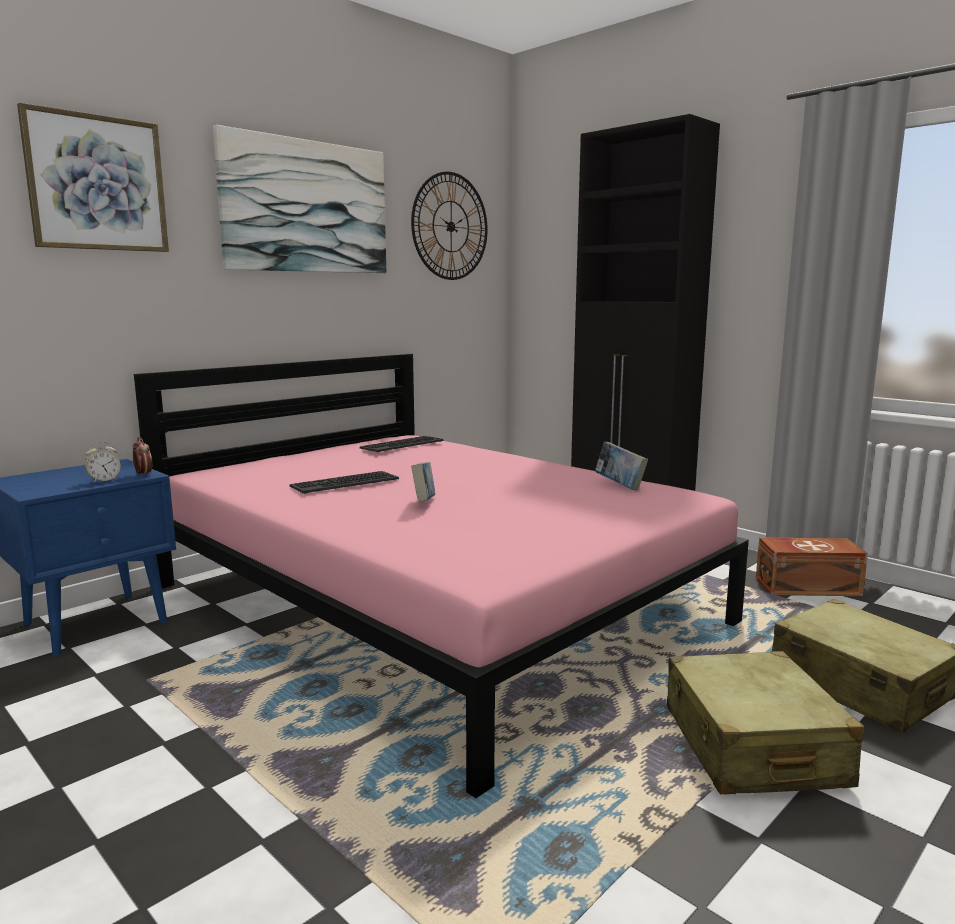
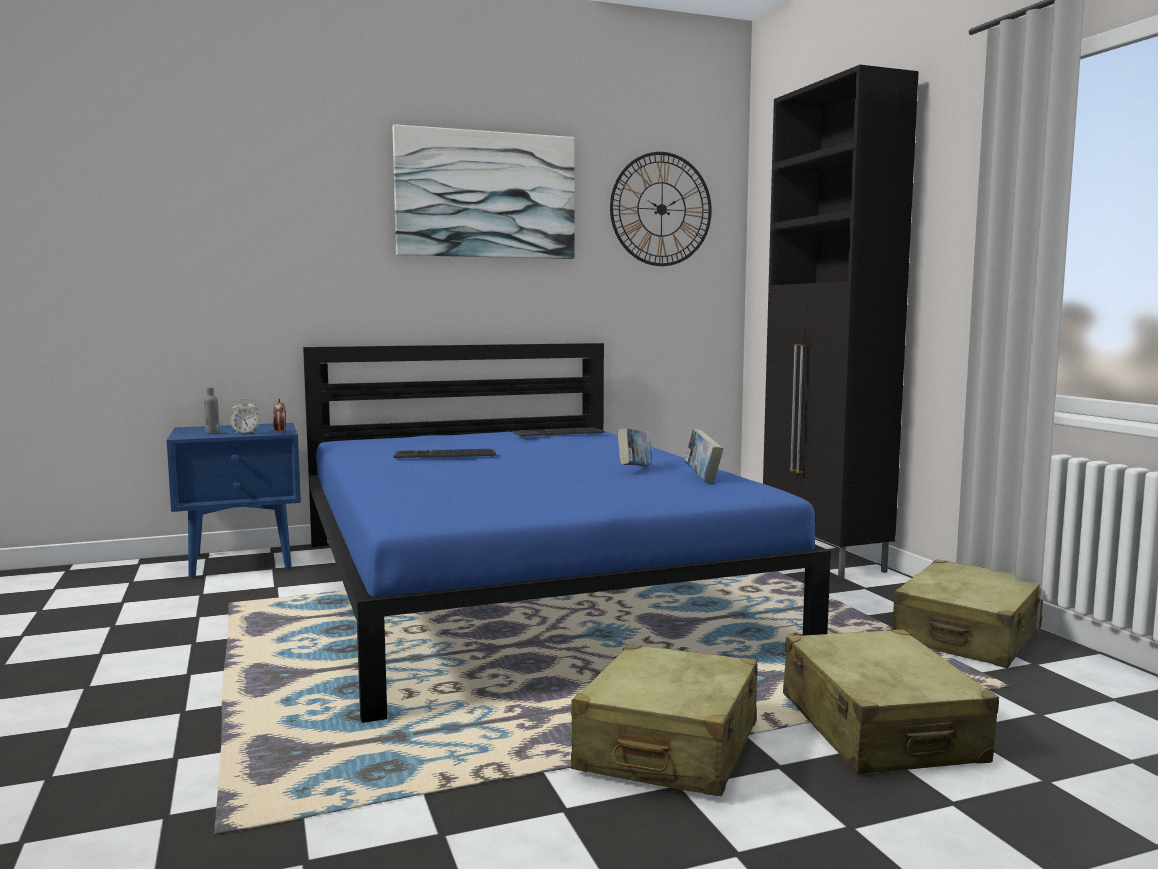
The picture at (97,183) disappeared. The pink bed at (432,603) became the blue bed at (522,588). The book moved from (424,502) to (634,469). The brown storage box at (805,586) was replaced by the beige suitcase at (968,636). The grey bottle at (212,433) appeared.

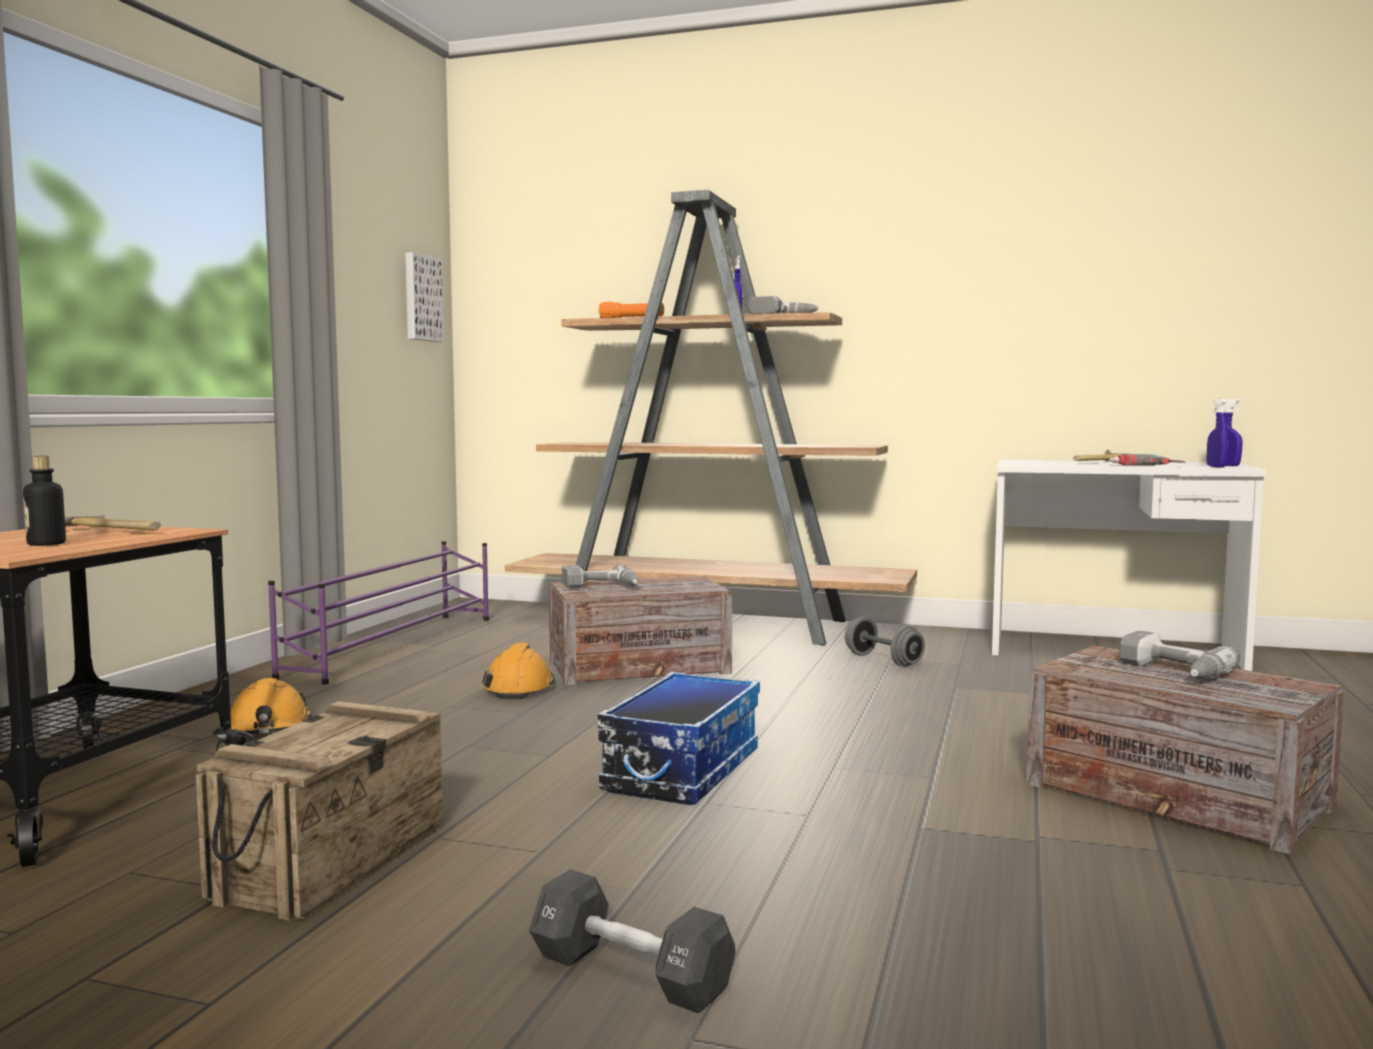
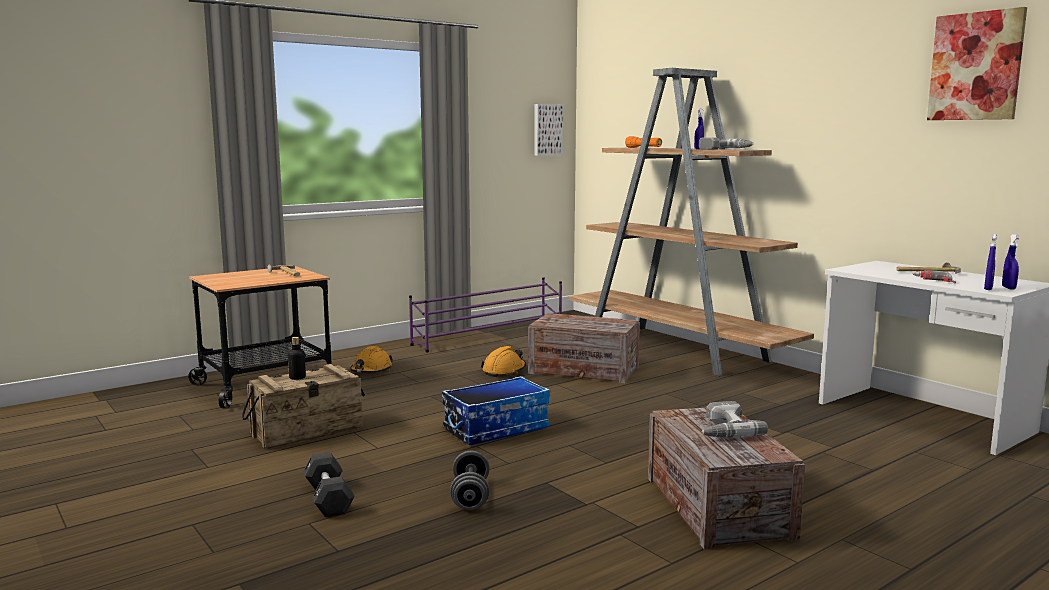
The bottle moved from (46,544) to (297,377). The power drill at (601,587) disappeared. The grey dumbbell moved from (883,660) to (470,496). The picture at (975,66) appeared.

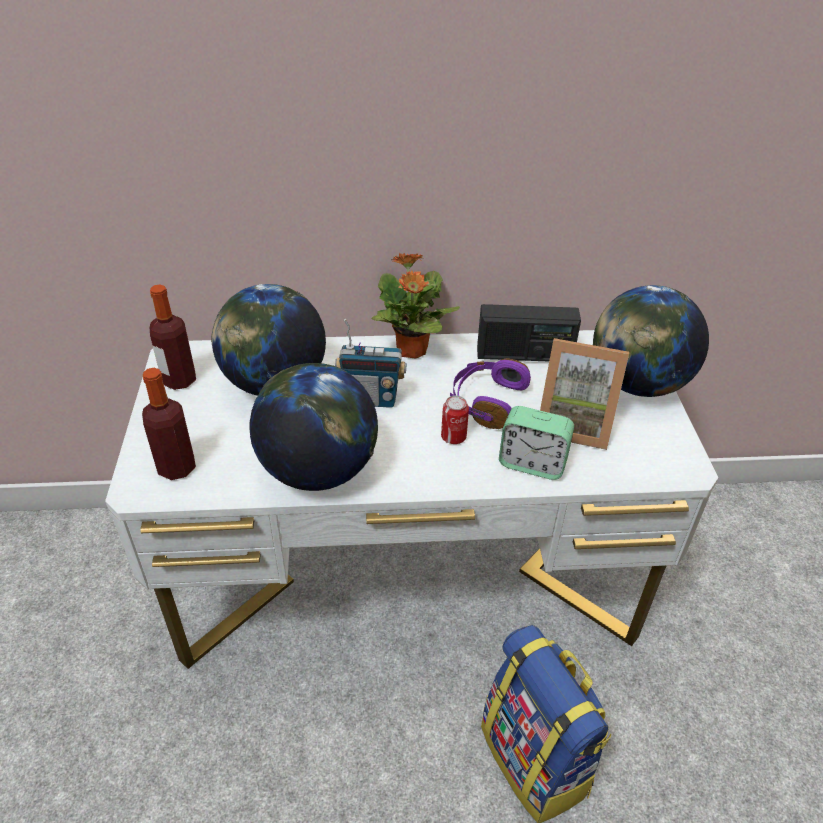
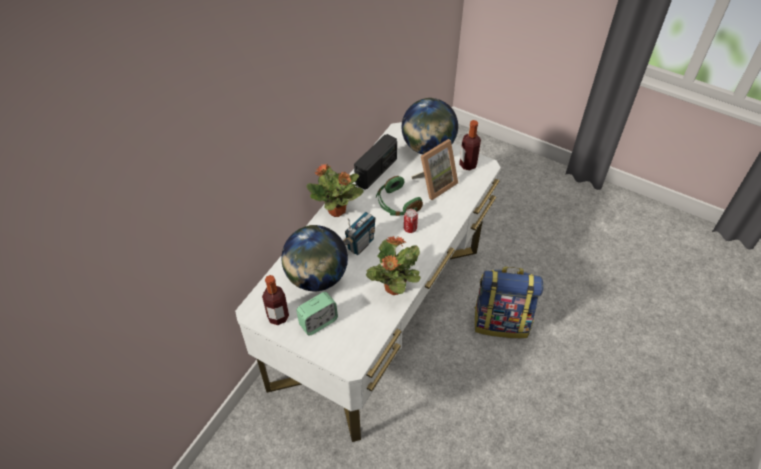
The purple headphones at (486,401) became the green headphones at (397,204). The globe at (318,471) was replaced by the potted plant at (393,288). The bottle moved from (176,467) to (468,164). The alarm clock moved from (532,464) to (318,322).

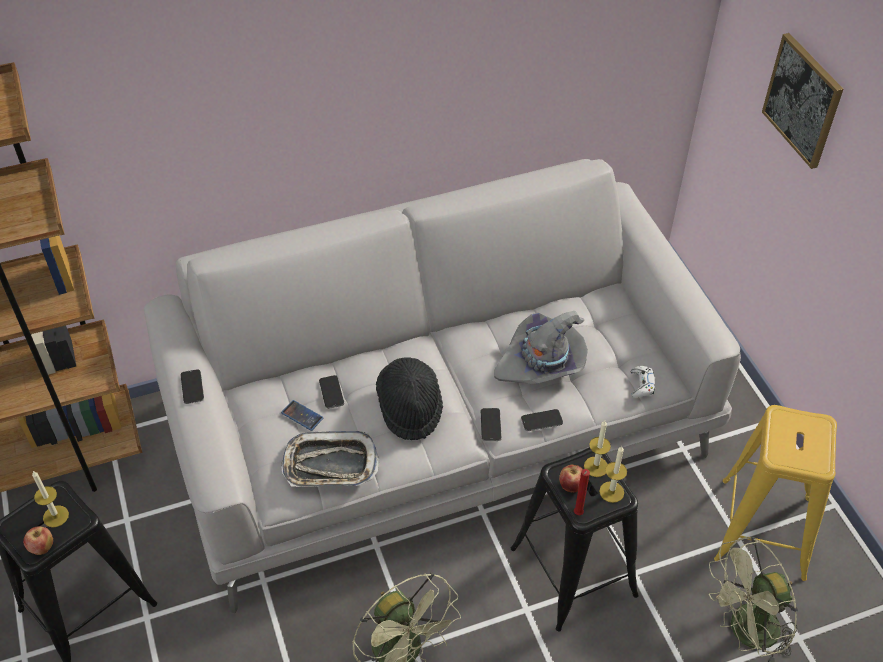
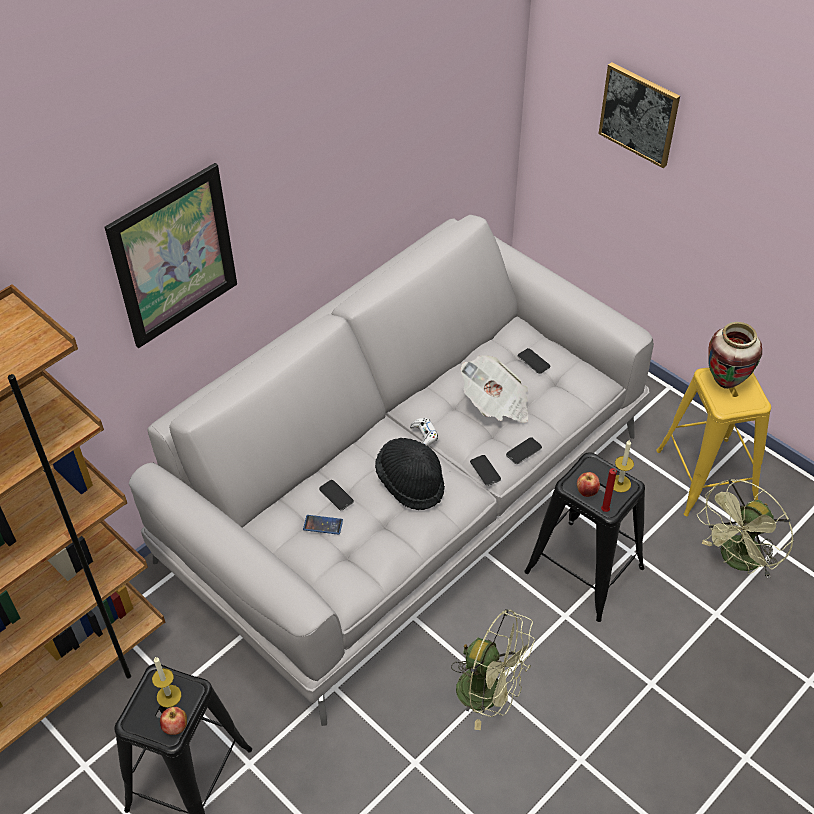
The grey hat at (542,362) was replaced by the newspaper at (496,404). The white game controller moved from (642,385) to (424,435). The phone moved from (192,387) to (533,361). The candle at (596,466) disappeared. The tray at (330,465) disappeared. The picture at (174,256) appeared. The vase at (725,382) appeared.

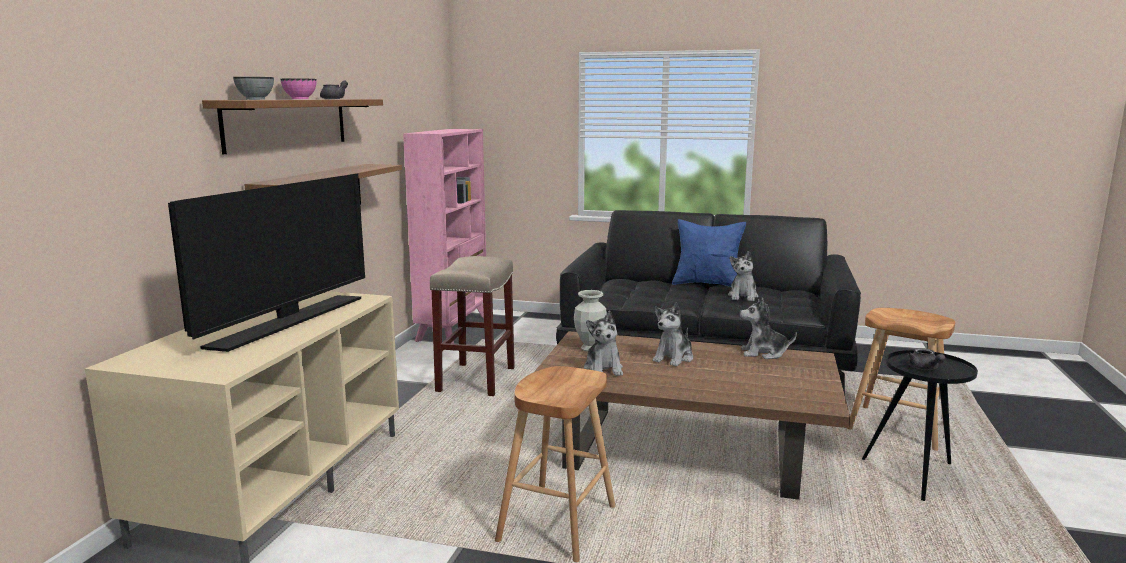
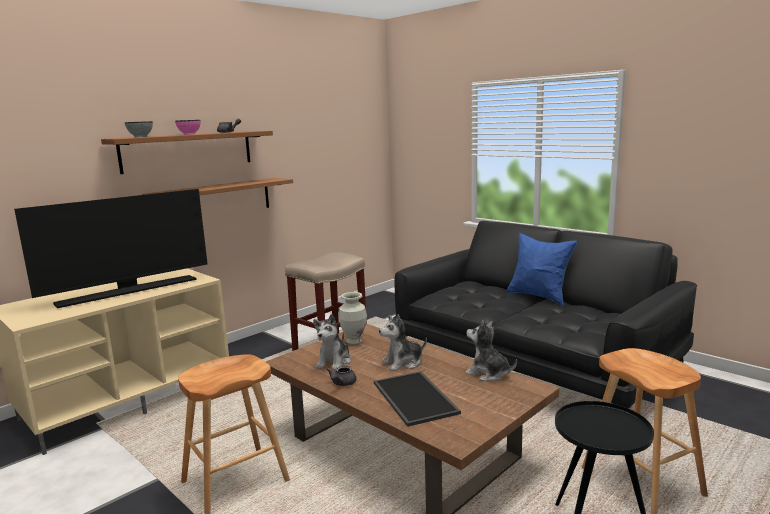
The pink bookcase at (453,328) disappeared. The plush toy at (743,296) disappeared. The grey teapot moved from (924,368) to (342,384). The tray at (416,398) appeared.

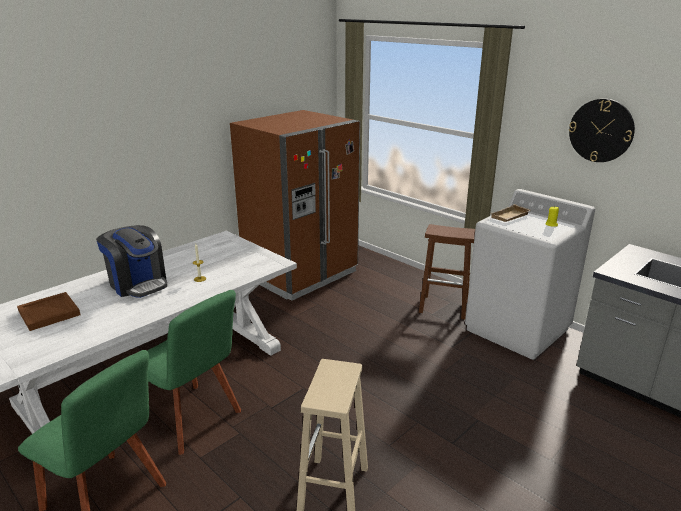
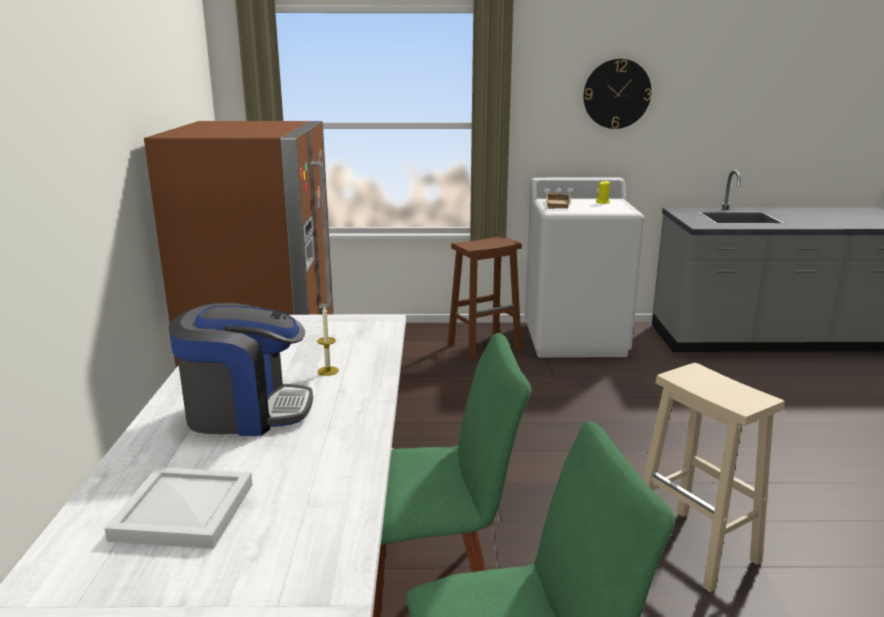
The brown tray at (48,313) became the white tray at (181,512).

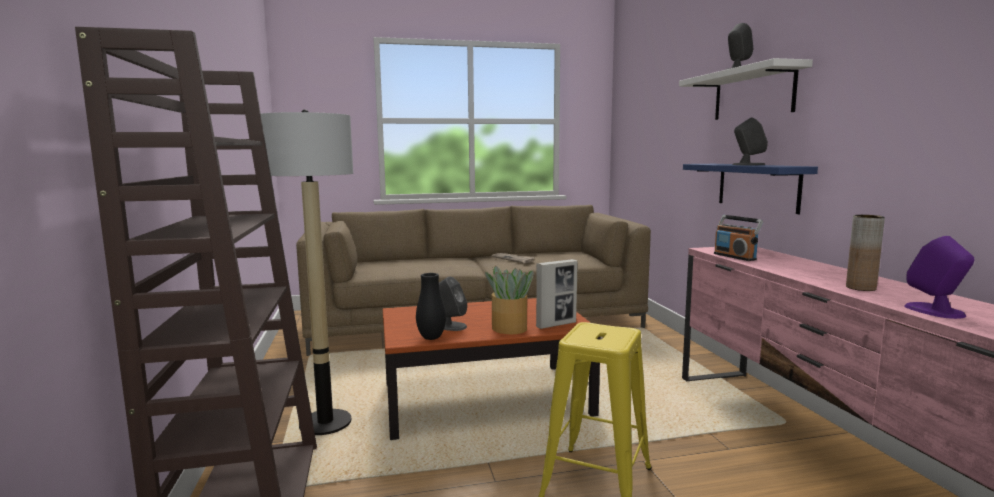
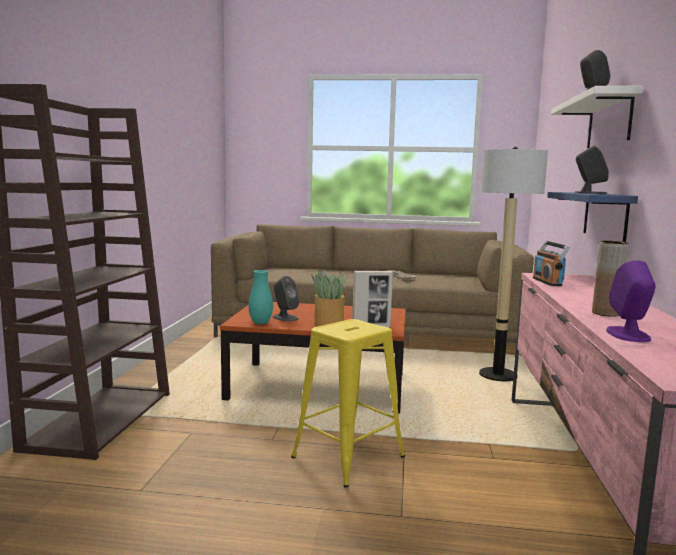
The floor lamp moved from (325,423) to (498,375). The black vase at (431,338) became the turquoise vase at (260,323).

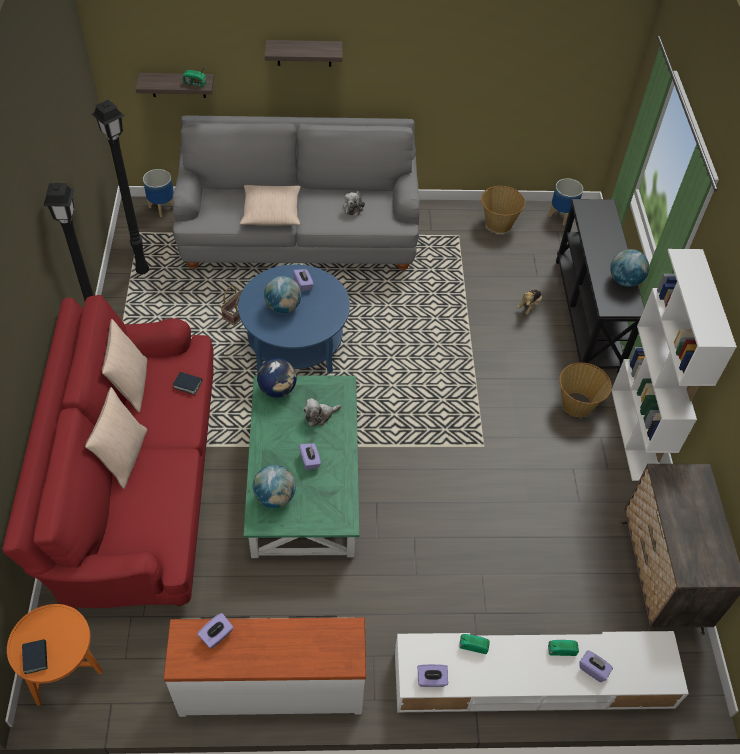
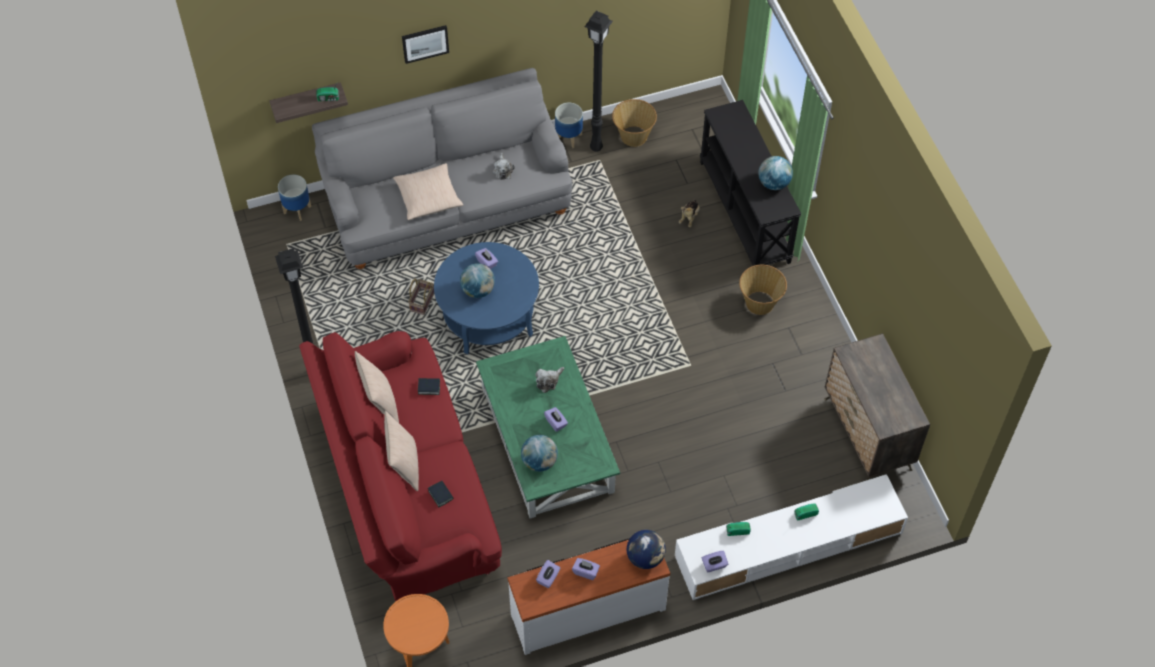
The shelf at (304,53) was replaced by the picture at (425,43). The black floor lamp moved from (143,270) to (596,147). The planter moved from (562,216) to (569,137). The white bookcase at (637,434) disappeared. The globe moved from (278,389) to (645,557). The book moved from (36,657) to (440,495). The purple tissue box moved from (593,669) to (586,572).

